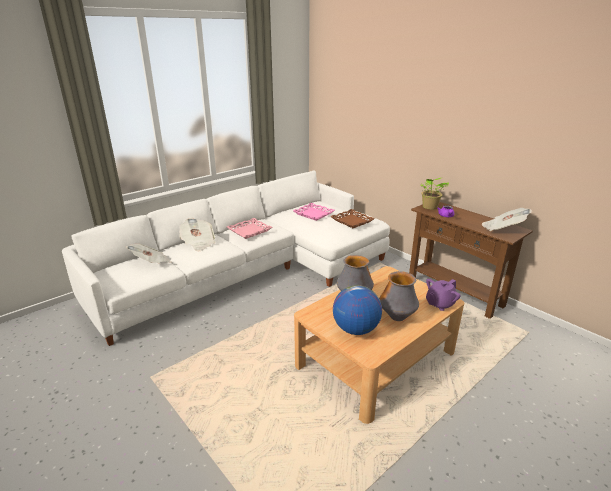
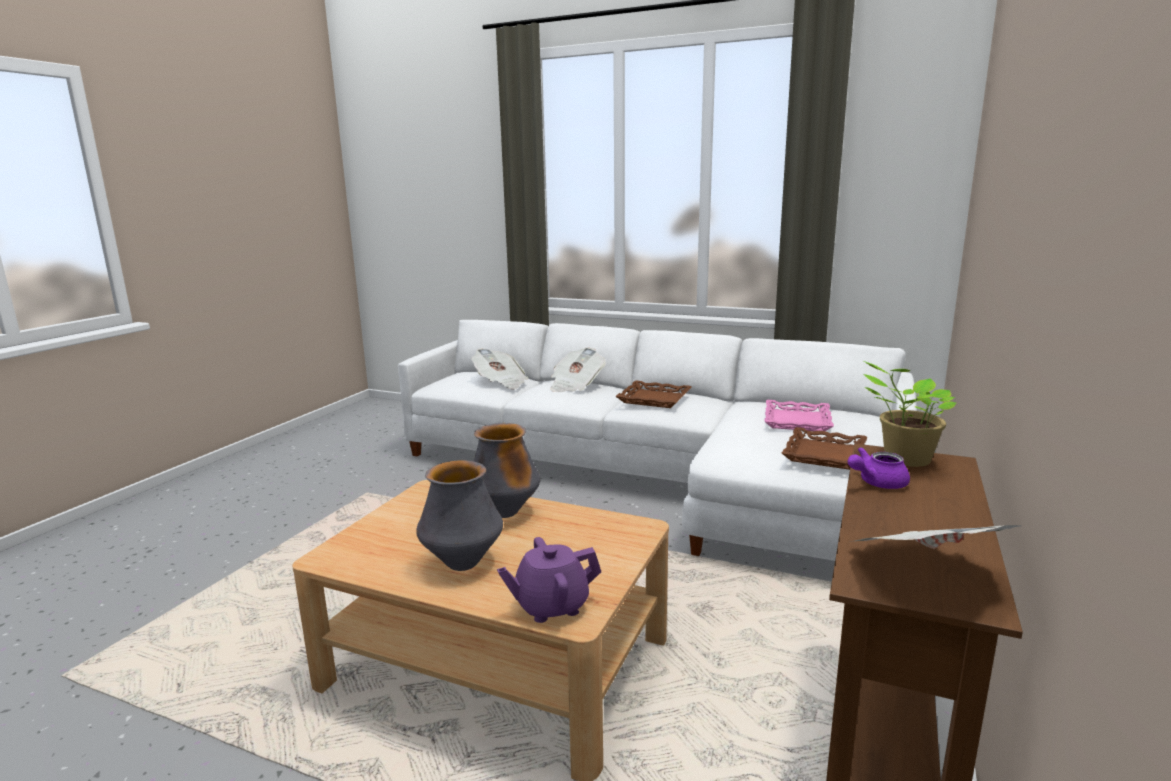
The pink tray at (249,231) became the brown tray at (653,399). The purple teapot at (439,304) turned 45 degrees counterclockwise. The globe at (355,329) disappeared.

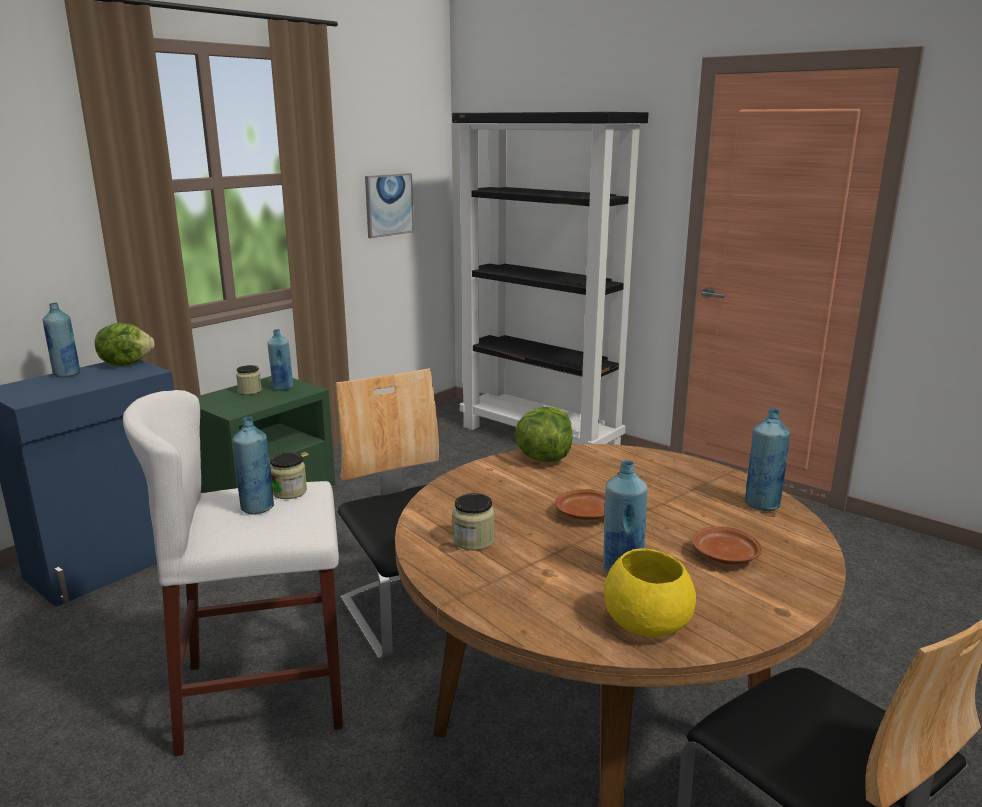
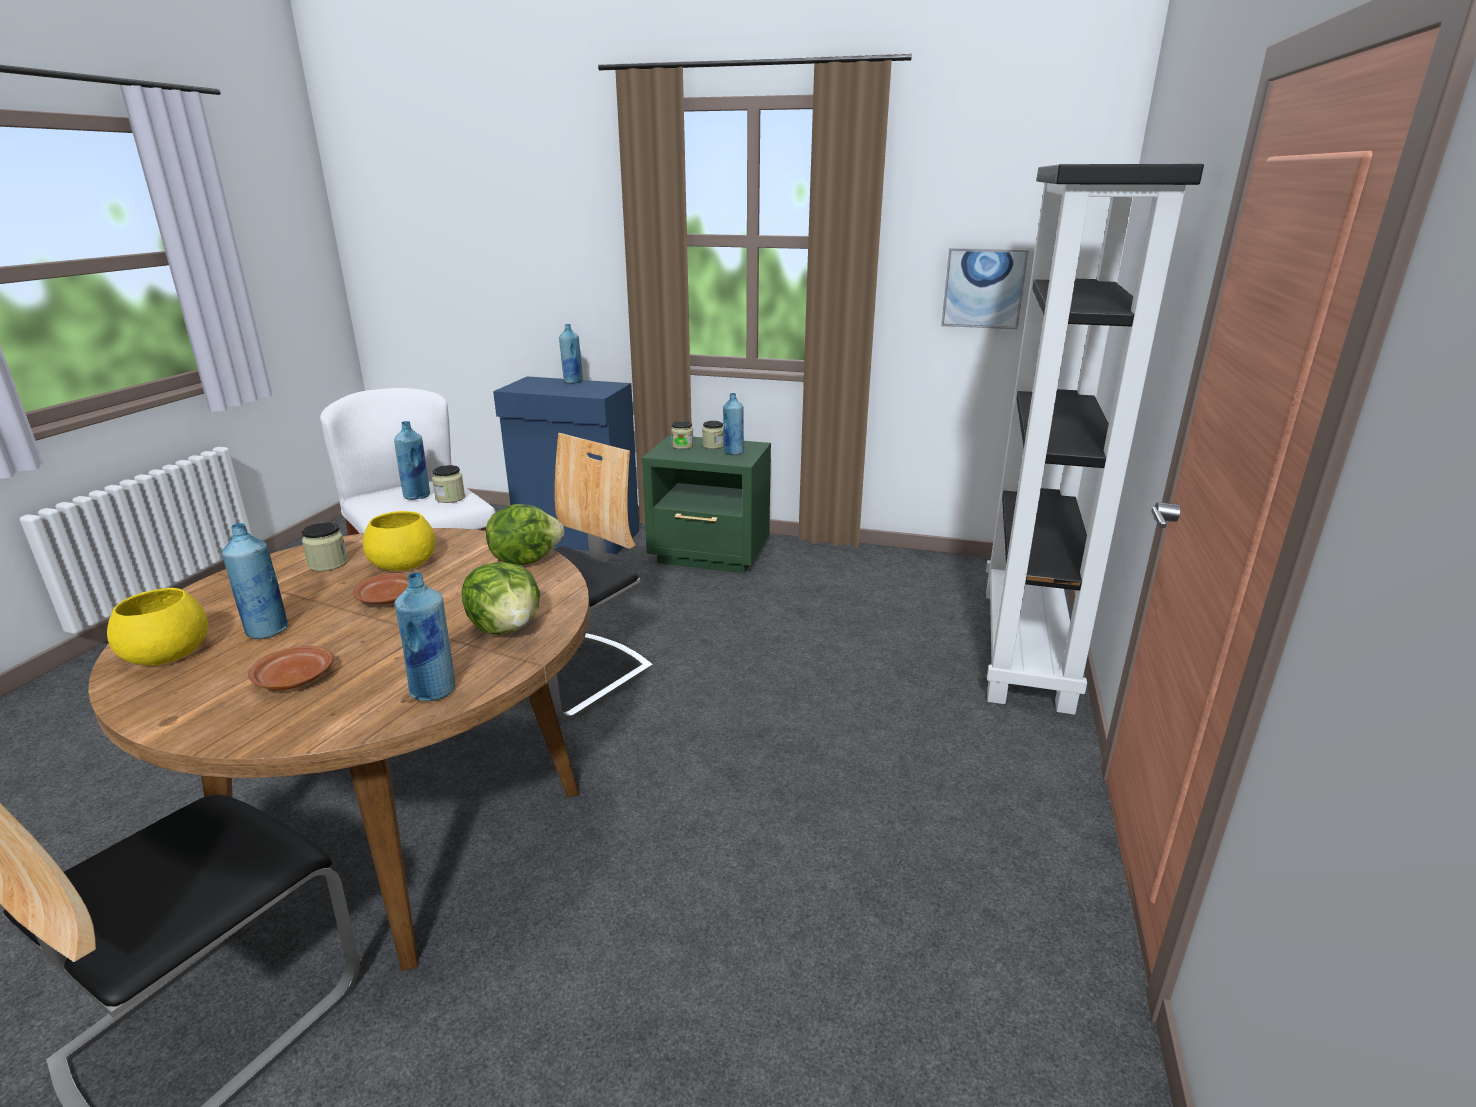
The lettuce moved from (126,363) to (507,628). The jar at (682,446) appeared. The yellow bowl at (405,563) appeared.

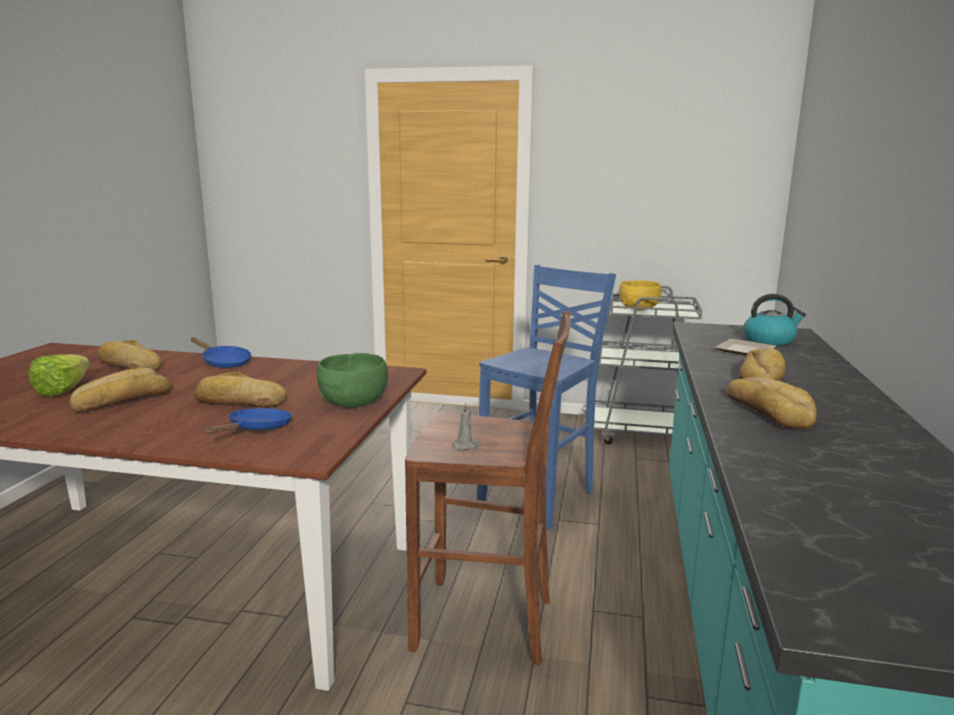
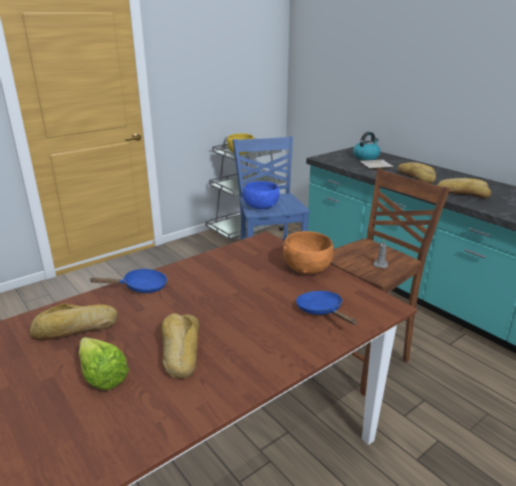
The green bowl at (354,402) became the orange bowl at (306,268). The bread at (240,402) disappeared. The blue bowl at (260,207) appeared.

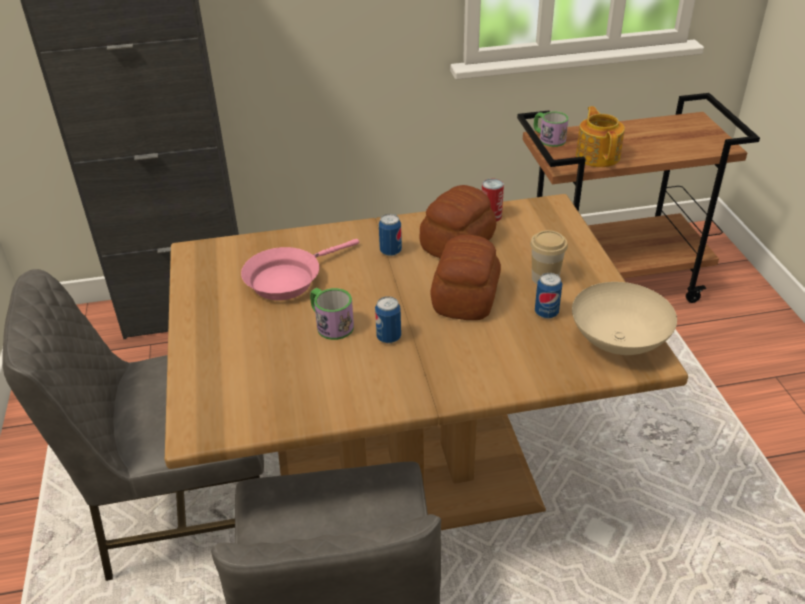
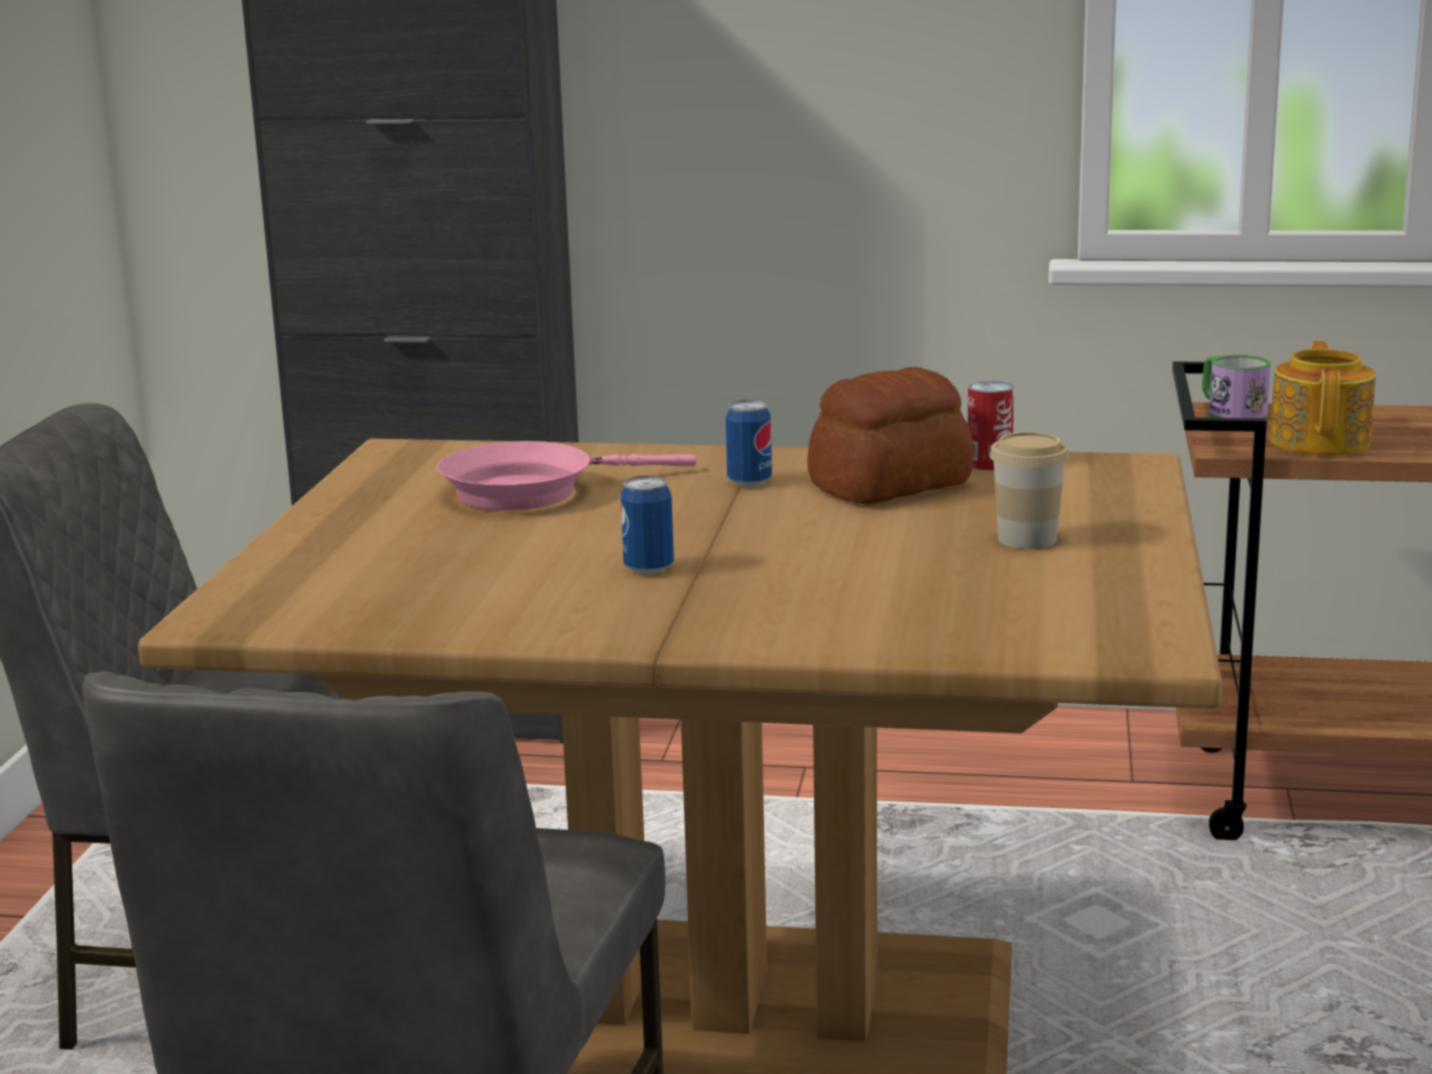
The bread at (467,297) disappeared. The can at (546,313) disappeared. The beige bowl at (617,342) disappeared. The mug at (330,324) disappeared.

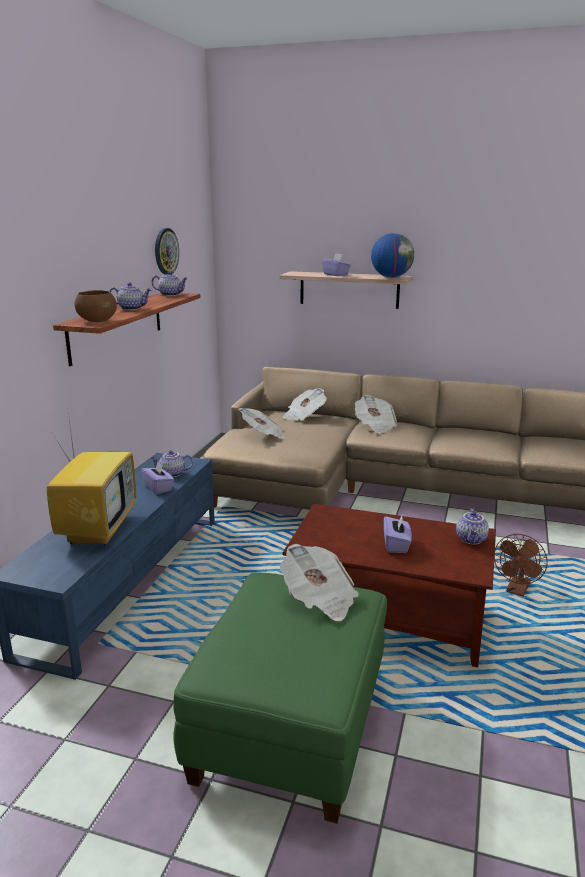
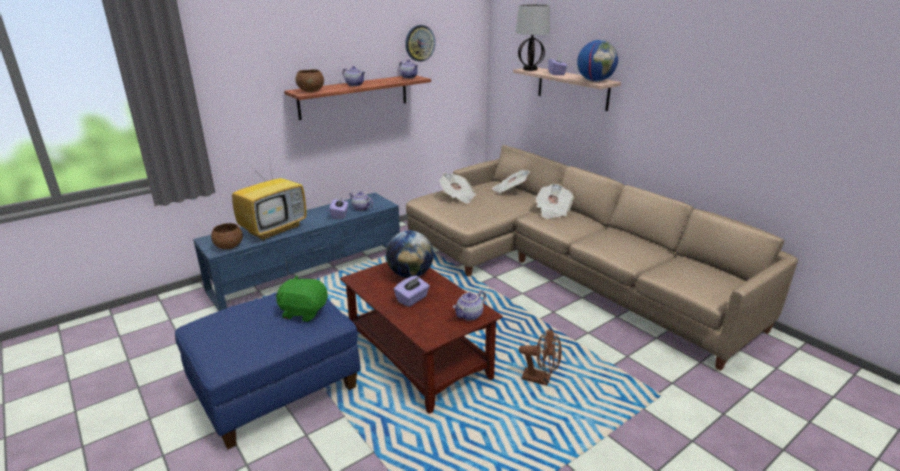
The brown fan at (517,591) turned 135 degrees counterclockwise. The newspaper at (319,599) was replaced by the green plush toy at (304,312). The green ottoman at (290,726) became the blue ottoman at (277,389). The table lamp at (530,69) appeared. The brown bowl at (228,247) appeared. The globe at (410,274) appeared.

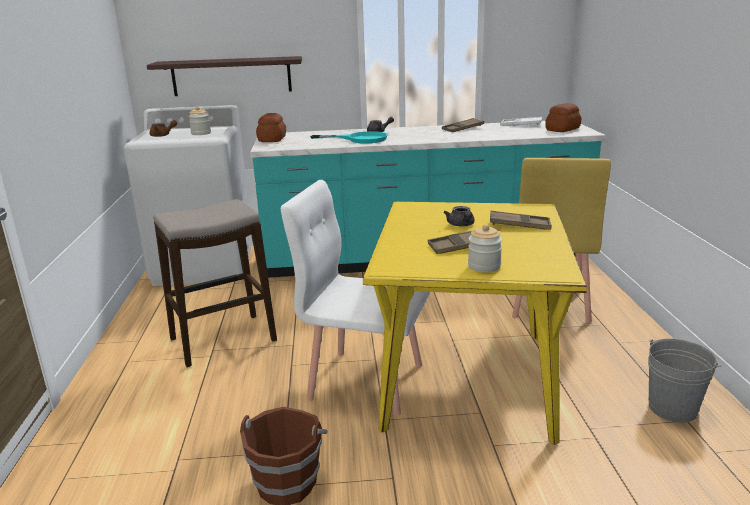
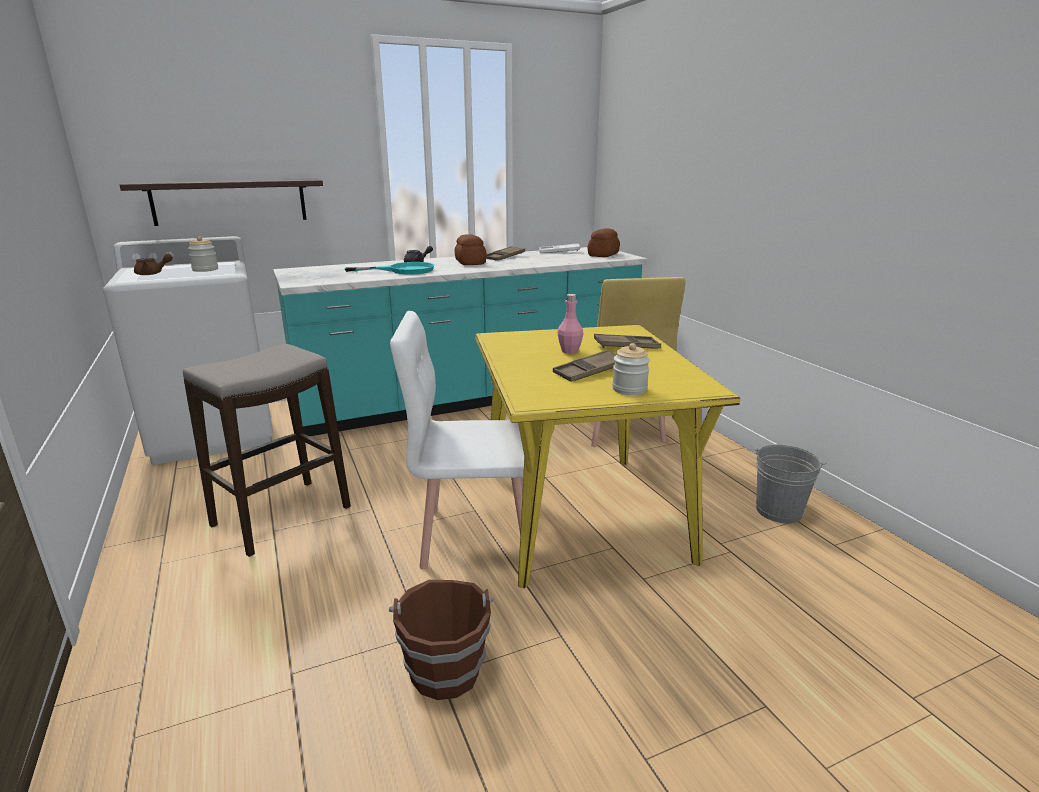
The bread moved from (272,139) to (470,262). The grey teapot at (461,225) was replaced by the pink bottle at (569,351).

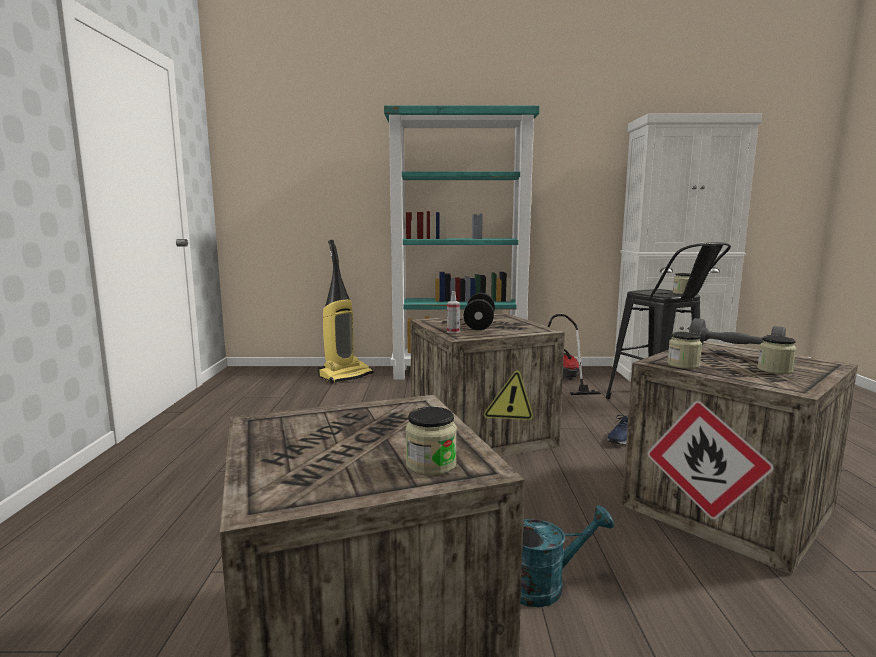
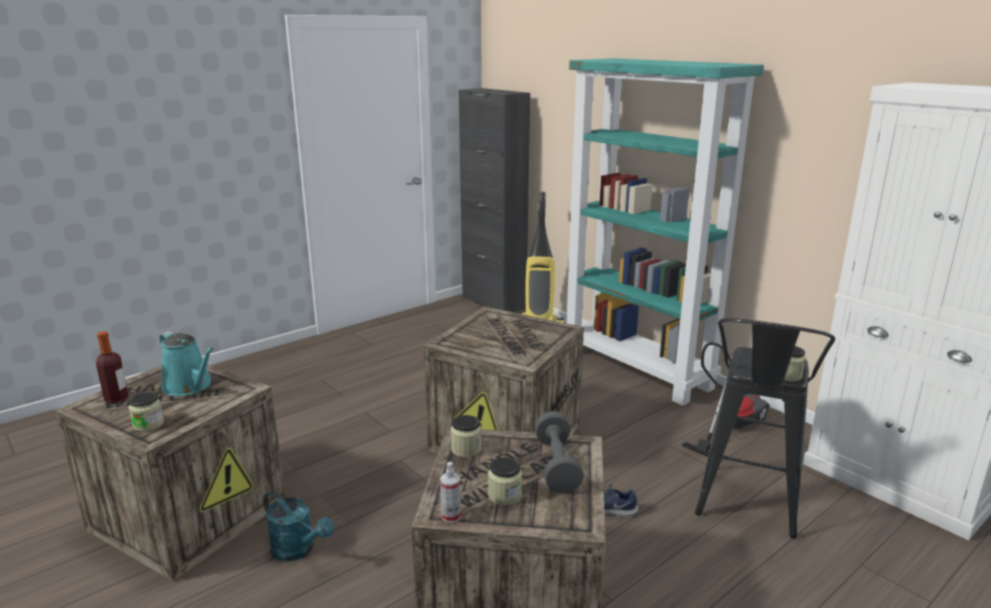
The spray bottle moved from (453,331) to (451,516). The black dumbbell at (479,324) disappeared. The black cabinet at (493,302) appeared. The bottle at (116,398) appeared. The turquoise watering can at (189,386) appeared.

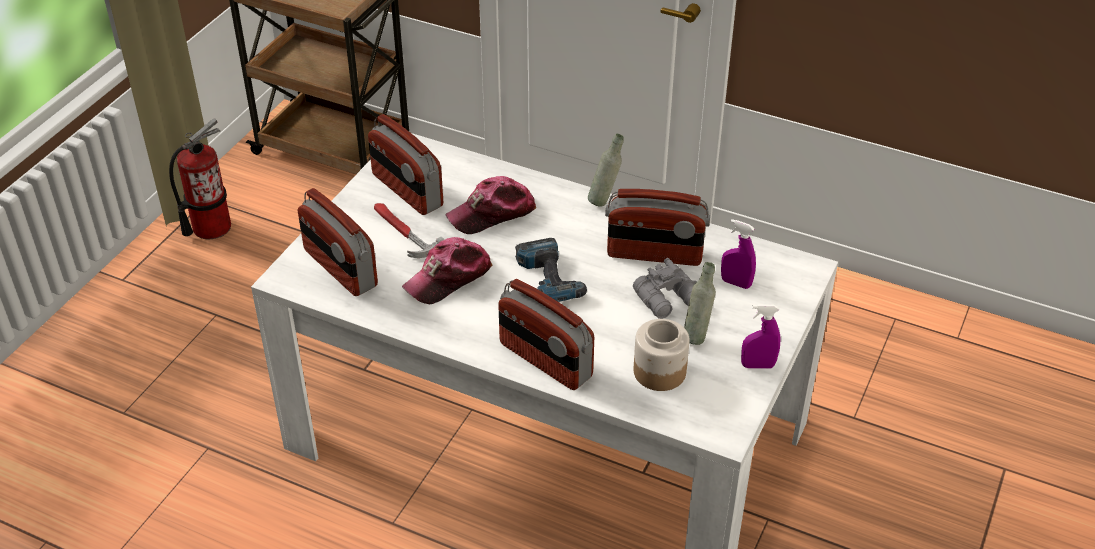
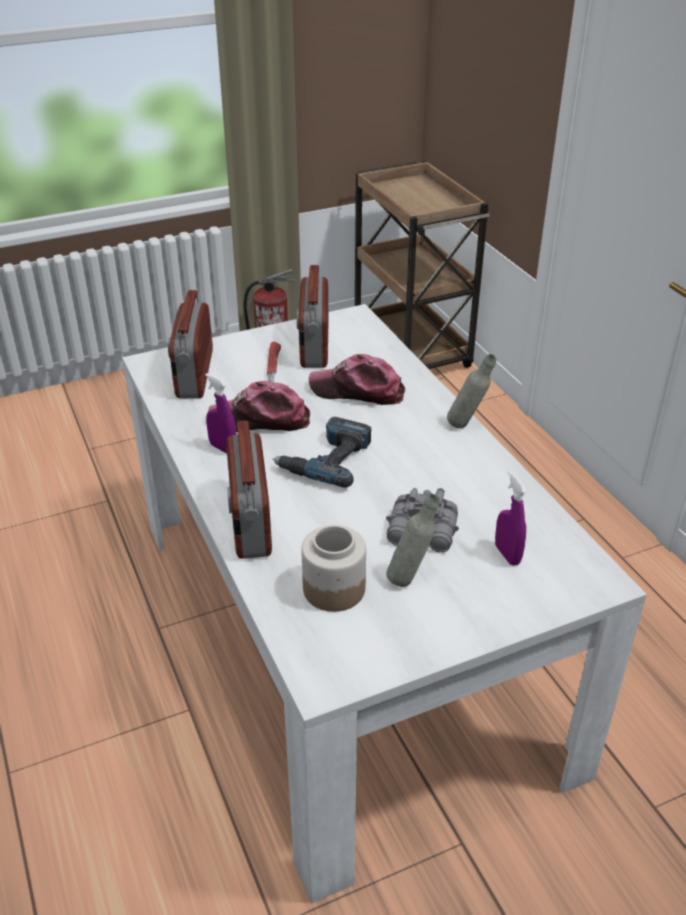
The radio at (654,254) disappeared. The purple spray bottle moved from (758,365) to (223,448).

